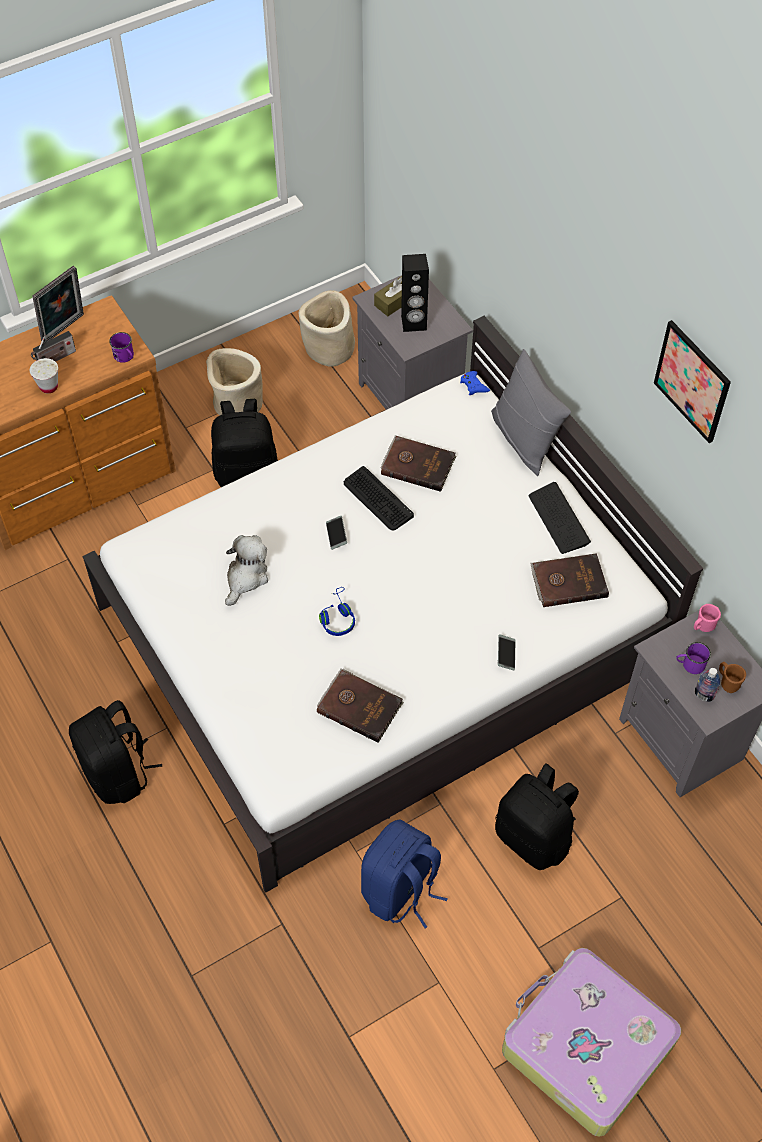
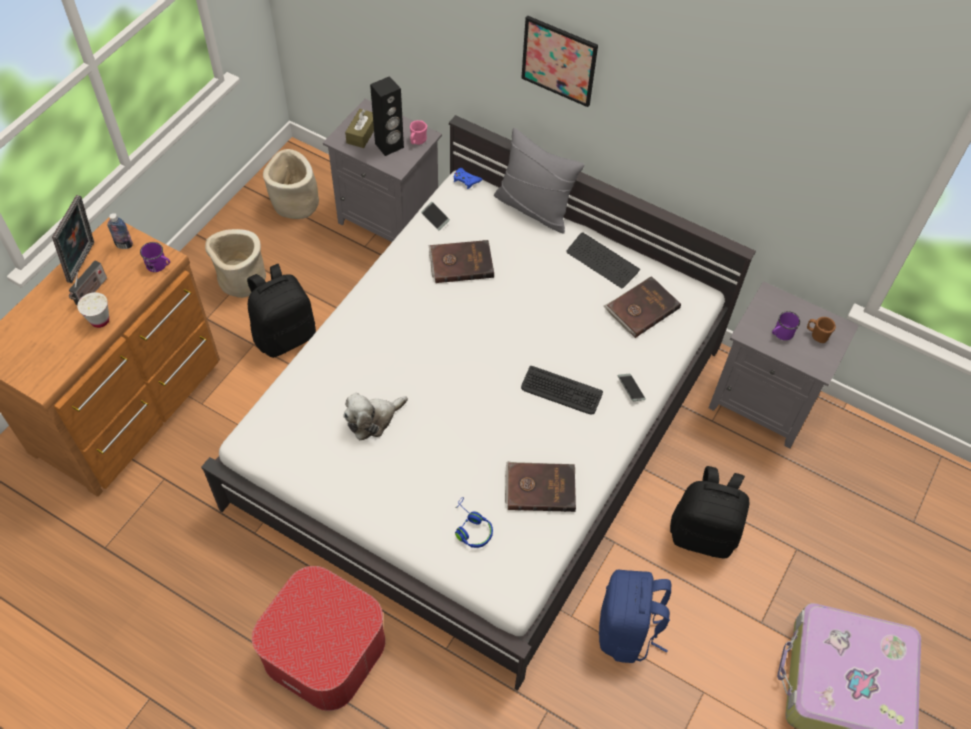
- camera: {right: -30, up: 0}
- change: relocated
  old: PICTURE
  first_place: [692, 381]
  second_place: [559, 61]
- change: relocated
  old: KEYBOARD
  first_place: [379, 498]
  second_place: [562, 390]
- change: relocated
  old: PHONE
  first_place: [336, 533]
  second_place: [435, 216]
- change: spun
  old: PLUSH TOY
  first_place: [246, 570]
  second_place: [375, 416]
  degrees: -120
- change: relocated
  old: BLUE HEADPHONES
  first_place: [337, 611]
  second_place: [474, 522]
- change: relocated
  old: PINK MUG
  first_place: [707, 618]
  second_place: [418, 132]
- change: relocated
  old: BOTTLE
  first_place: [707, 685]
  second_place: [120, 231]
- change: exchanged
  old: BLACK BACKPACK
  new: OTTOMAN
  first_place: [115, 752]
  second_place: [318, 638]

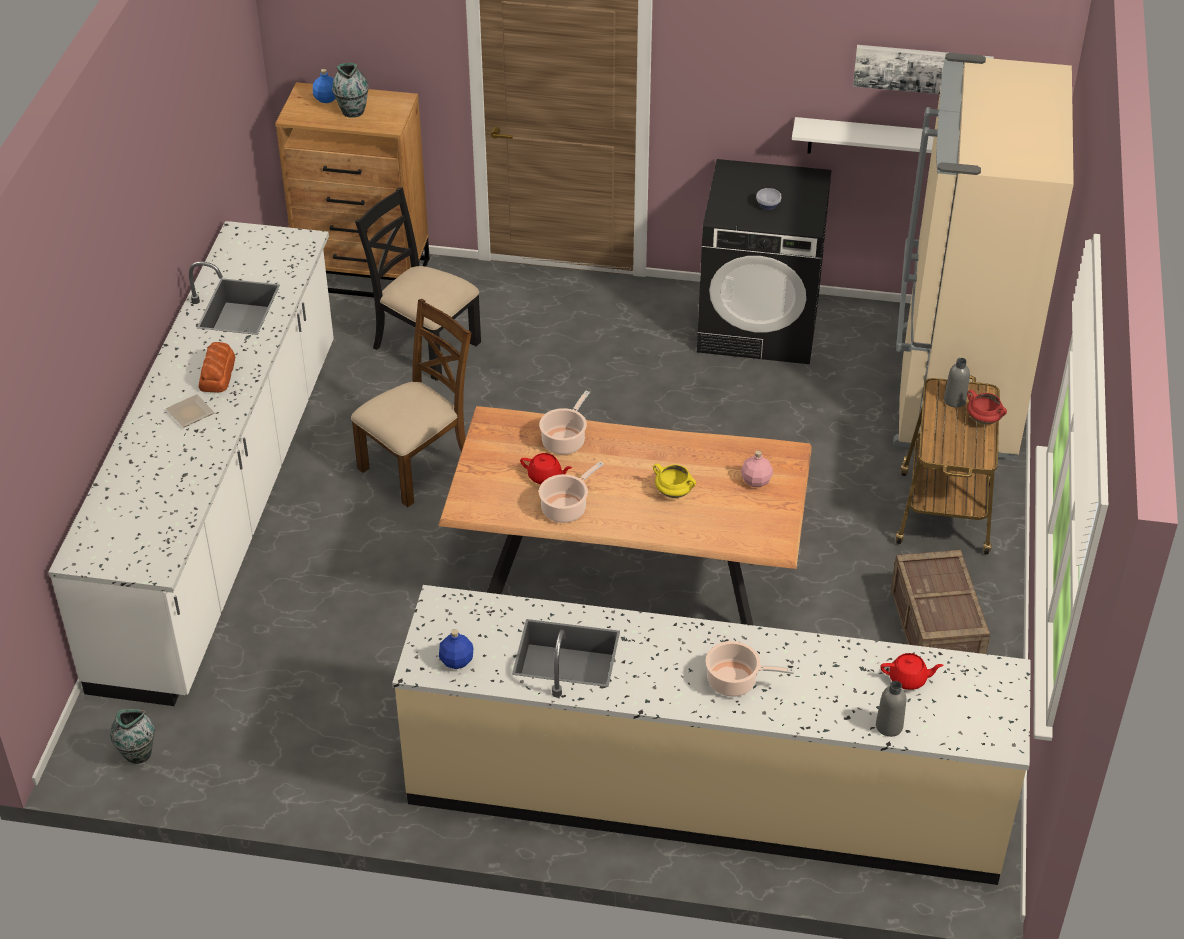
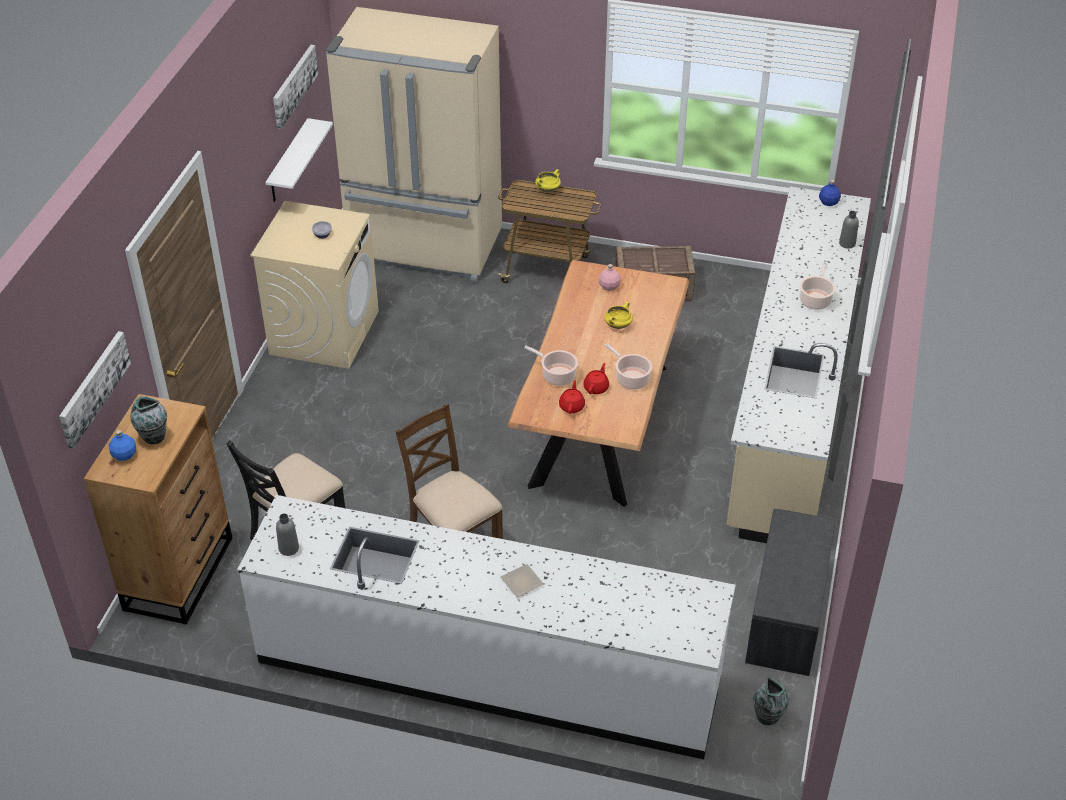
- camera: {right: -85, up: 0}
- change: colour
  old: BLACK WASHING MACHINE
  new: BEIGE WASHING MACHINE
  first_place: [764, 261]
  second_place: [314, 285]
- change: missing
  old: BREAD
  first_place: [217, 367]
- change: relocated
  old: GREY BOTTLE
  first_place: [957, 383]
  second_place: [287, 535]
- change: colour
  old: RED COOKING POT
  new: YELLOW COOKING POT
  first_place: [987, 407]
  second_place: [548, 180]
- change: relocated
  old: BLUE BOTTLE
  first_place: [456, 649]
  second_place: [830, 193]
- change: relocated
  old: RED TEAPOT
  first_place: [912, 671]
  second_place: [572, 397]
- change: appeared
  new: PICTURE
  second_place: [95, 390]
- change: appeared
  new: GREY BENCH
  second_place: [790, 592]

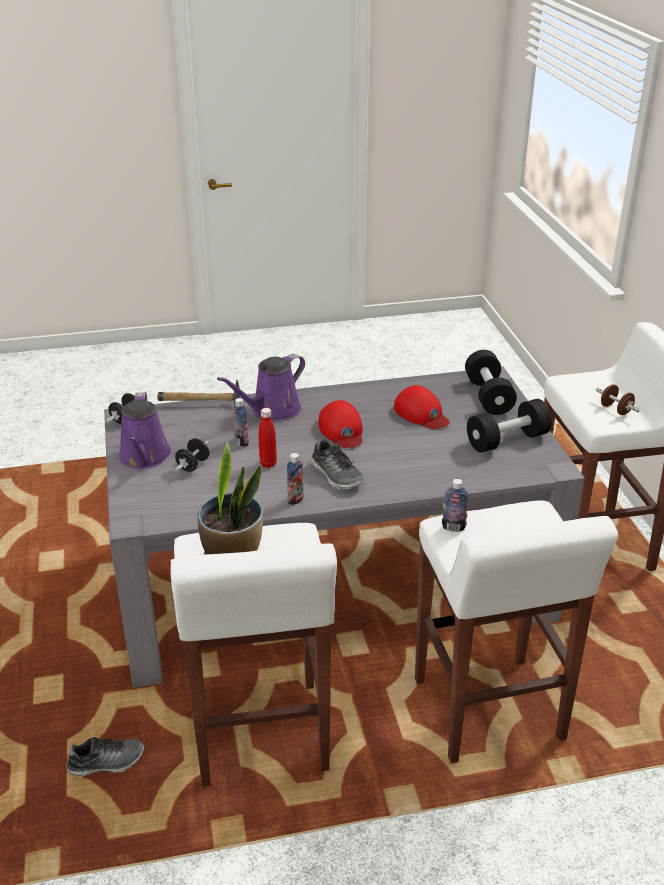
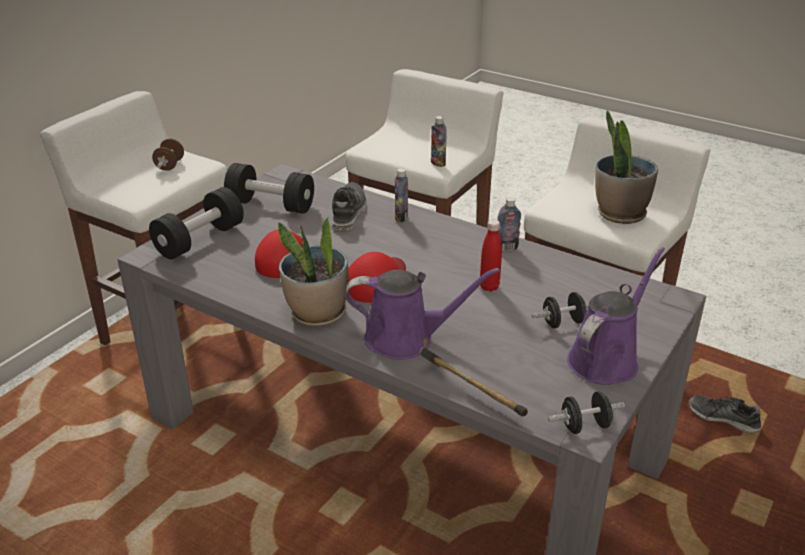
- camera: {right: -135, up: 0}
- change: relocated
  old: BOTTLE
  first_place: [241, 422]
  second_place: [401, 195]
- change: relocated
  old: SHOE
  first_place: [337, 464]
  second_place: [349, 206]
- change: appeared
  new: POTTED PLANT
  second_place: [313, 272]

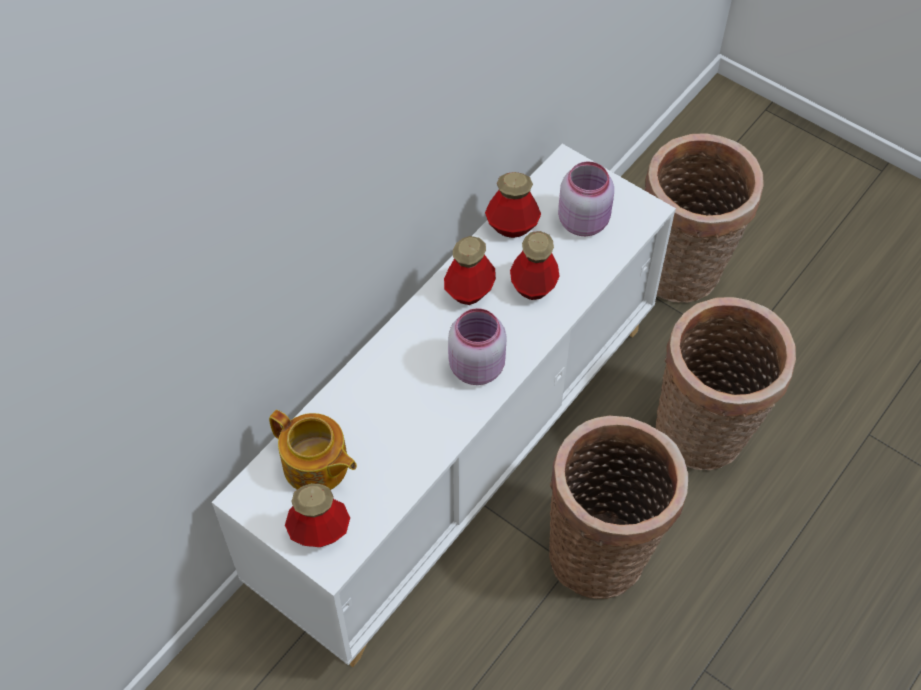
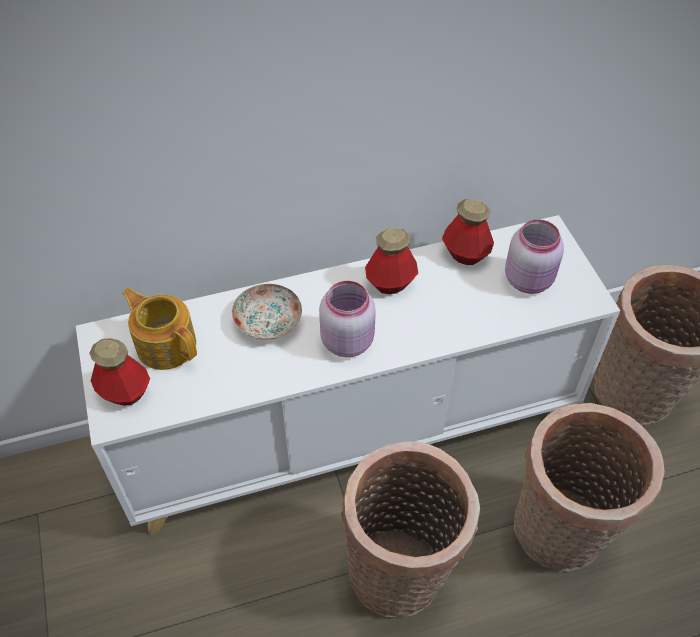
- camera: {right: 35, up: -5}
- change: missing
  old: BOTTLE
  first_place: [535, 265]
- change: spun
  old: TEAPOT
  first_place: [313, 450]
  second_place: [159, 329]
  degrees: 150
- change: appeared
  new: PLATE
  second_place: [267, 312]

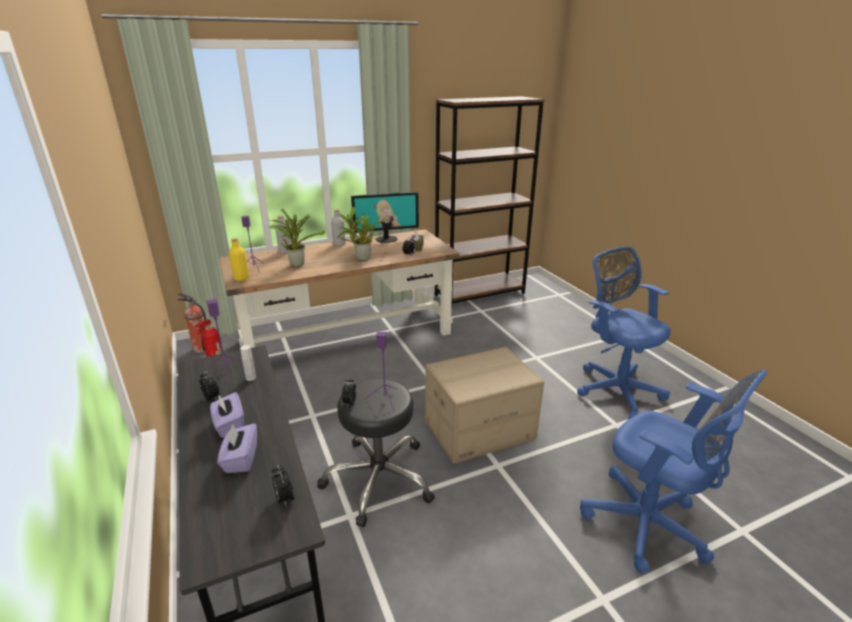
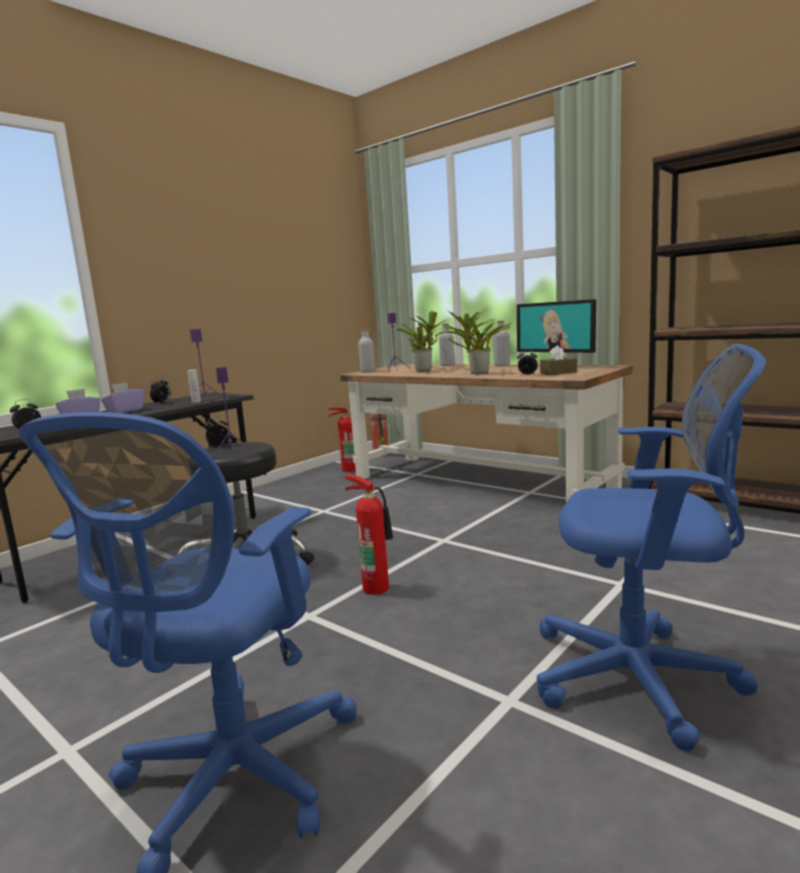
- camera: {right: 65, up: -15}
- change: colour
  old: YELLOW BOTTLE
  new: GREY BOTTLE
  first_place: [239, 259]
  second_place: [366, 351]
- change: spun
  old: BLUE OFFICE CHAIR
  first_place: [624, 332]
  second_place: [651, 548]
  degrees: 75
- change: exchanged
  old: CARDBOARD BOX
  new: FIRE EXTINGUISHER
  first_place: [484, 405]
  second_place: [369, 534]

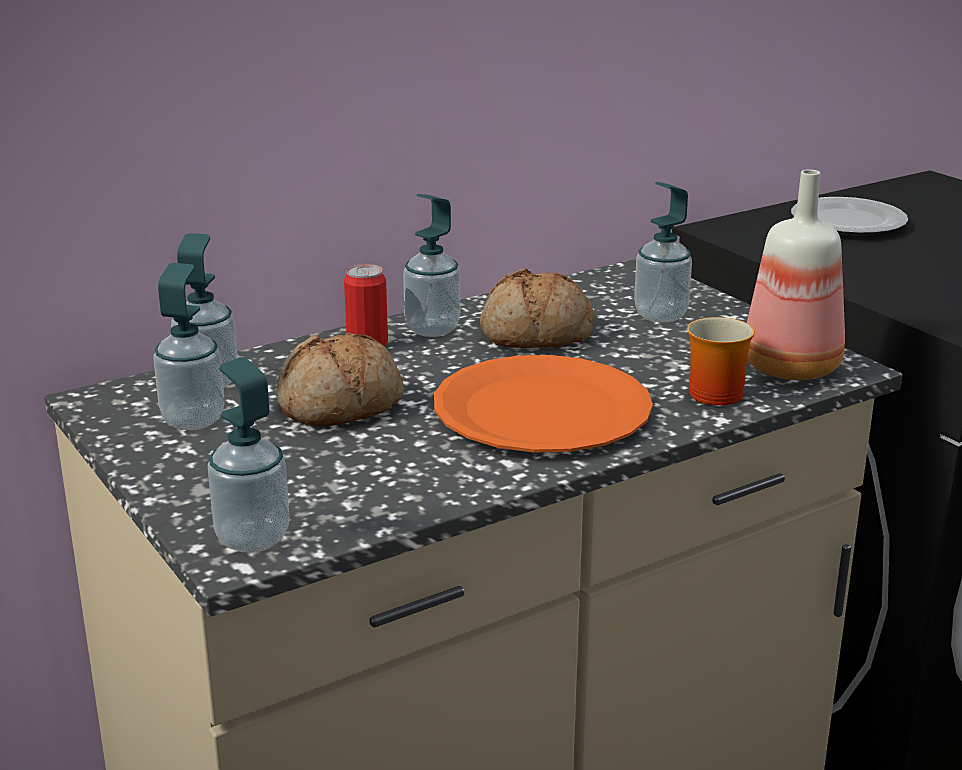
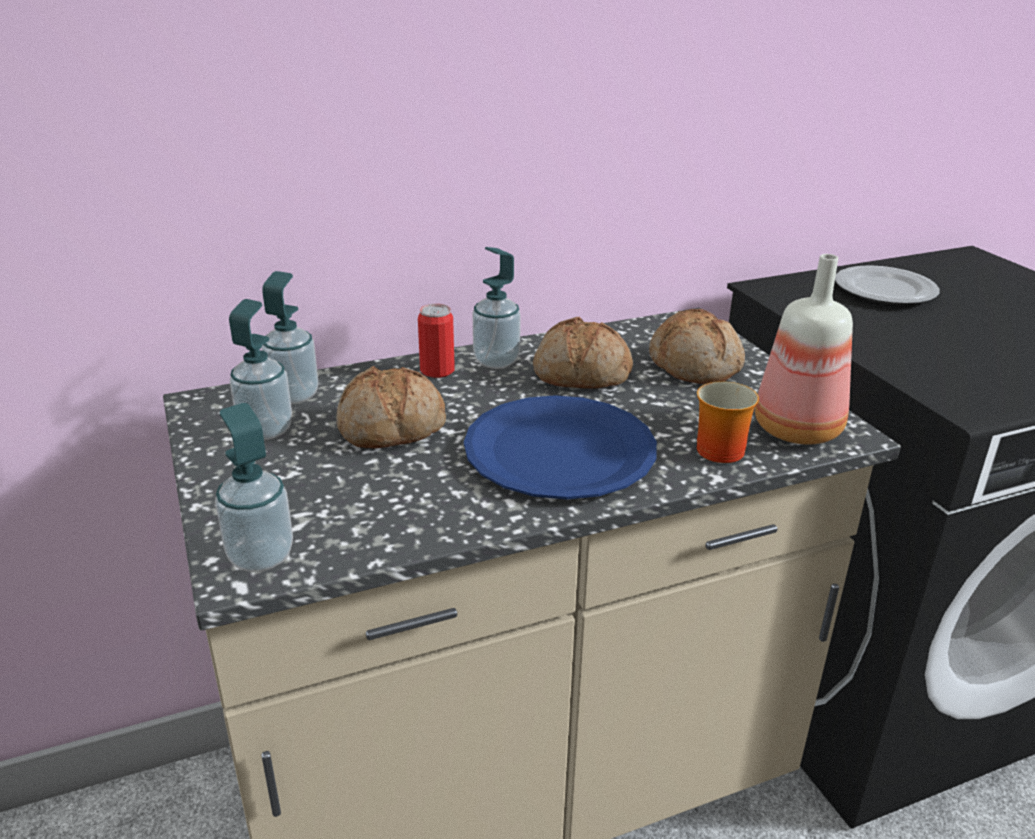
- camera: {right: 10, up: 5}
- change: exchanged
  old: SOAP DISPENSER
  new: BREAD
  first_place: [663, 252]
  second_place: [697, 346]
- change: colour
  old: ORANGE PLATE
  new: BLUE PLATE
  first_place: [543, 404]
  second_place: [560, 447]

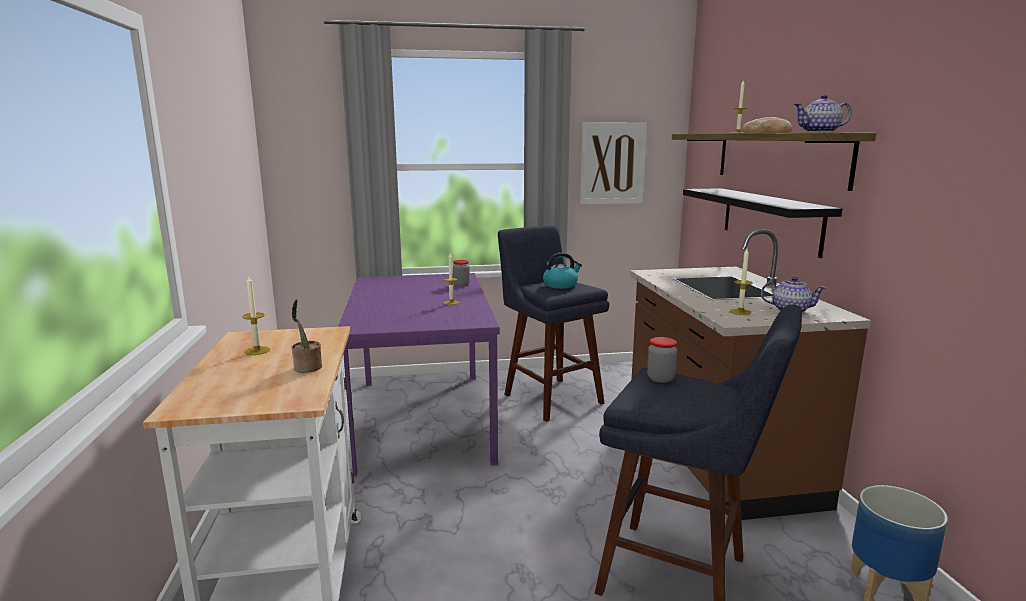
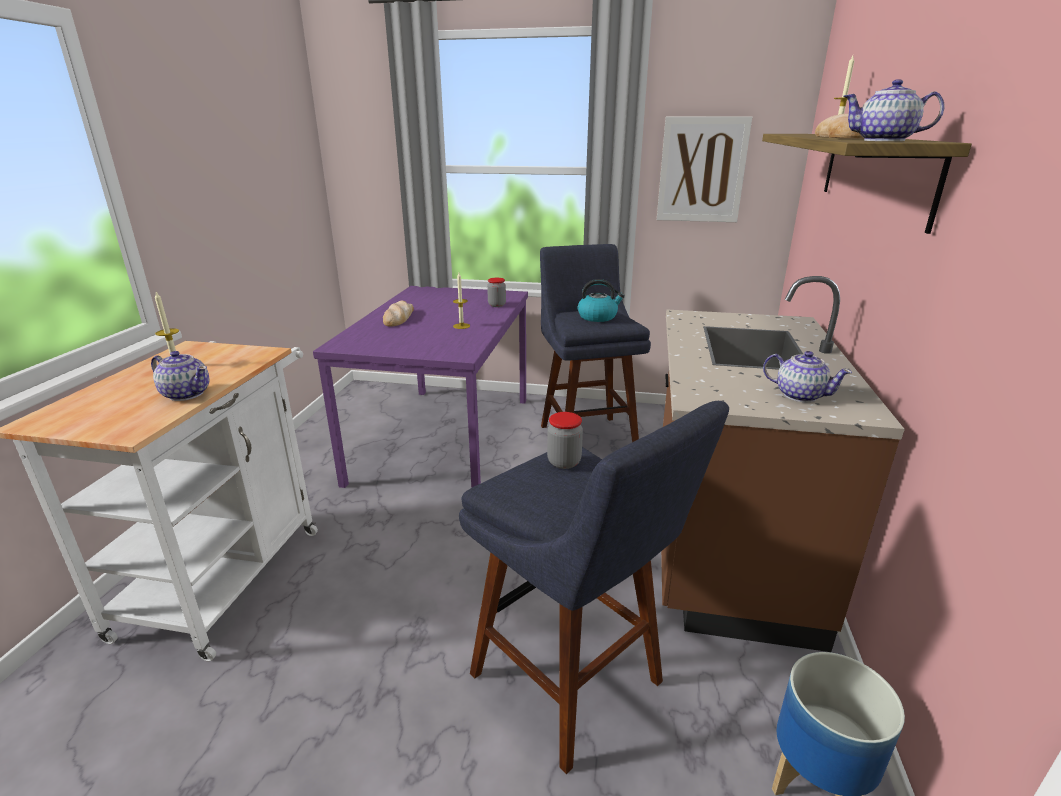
- camera: {right: 20, up: 10}
- change: missing
  old: BLACK SHELF
  first_place: [762, 223]
- change: missing
  old: CANDLE
  first_place: [741, 282]
- change: exchanged
  old: POTTED PLANT
  new: TEAPOT
  first_place: [306, 336]
  second_place: [180, 376]
- change: appeared
  new: BREAD
  second_place: [398, 313]

